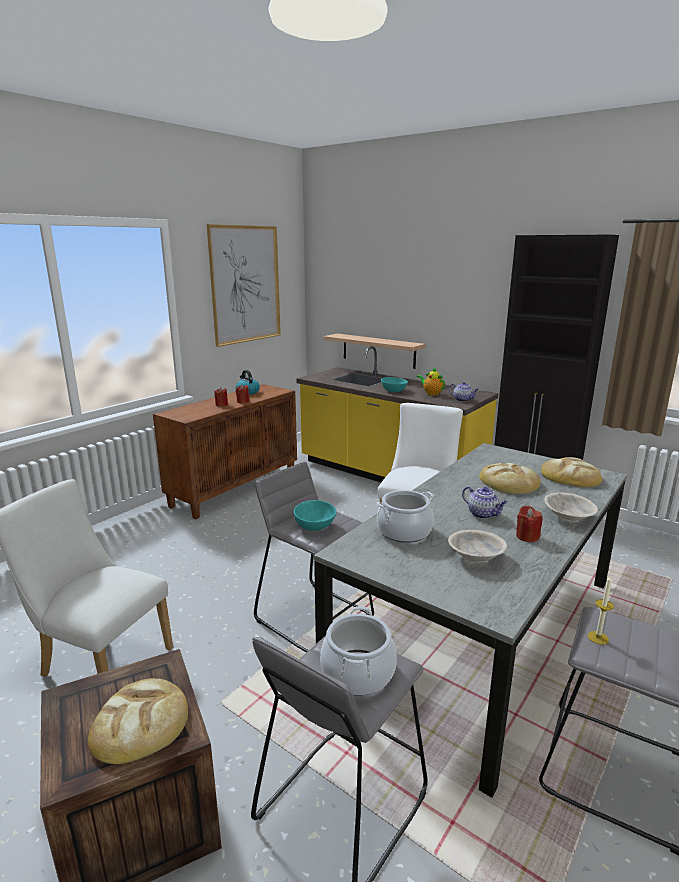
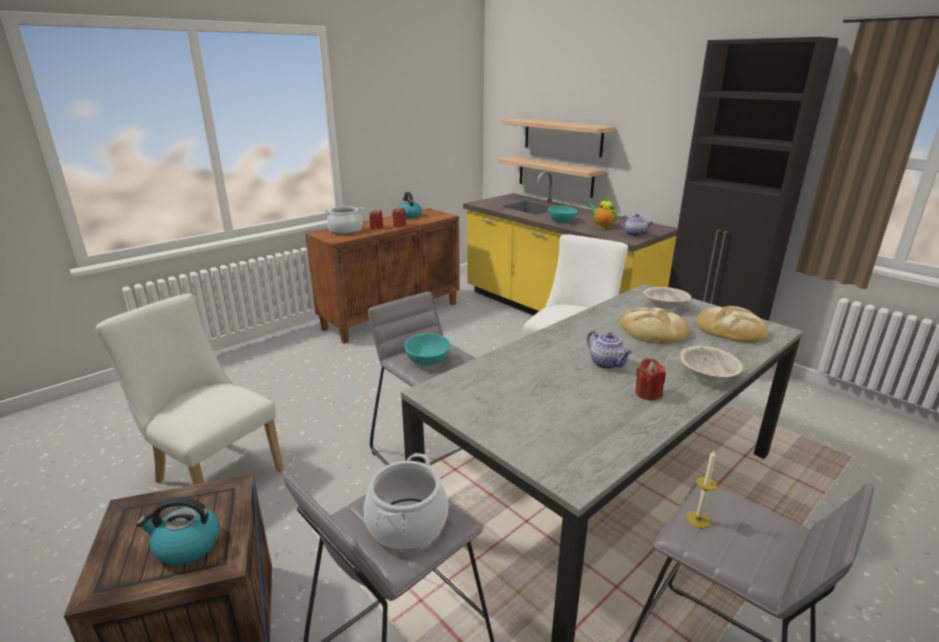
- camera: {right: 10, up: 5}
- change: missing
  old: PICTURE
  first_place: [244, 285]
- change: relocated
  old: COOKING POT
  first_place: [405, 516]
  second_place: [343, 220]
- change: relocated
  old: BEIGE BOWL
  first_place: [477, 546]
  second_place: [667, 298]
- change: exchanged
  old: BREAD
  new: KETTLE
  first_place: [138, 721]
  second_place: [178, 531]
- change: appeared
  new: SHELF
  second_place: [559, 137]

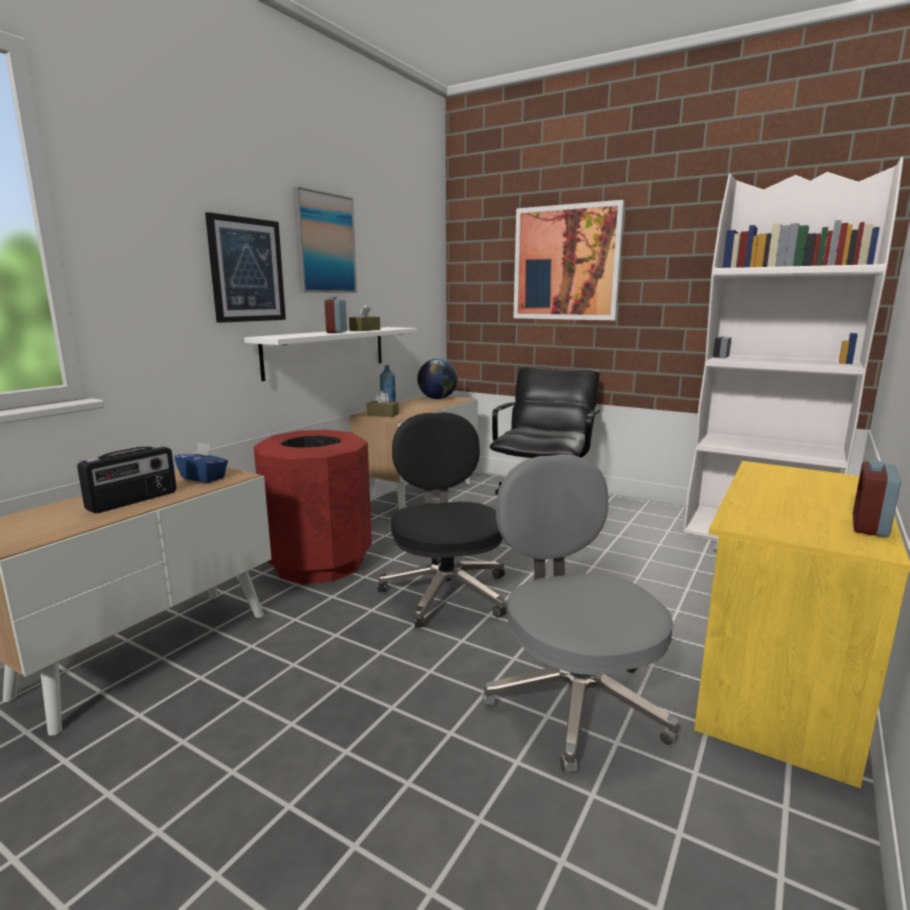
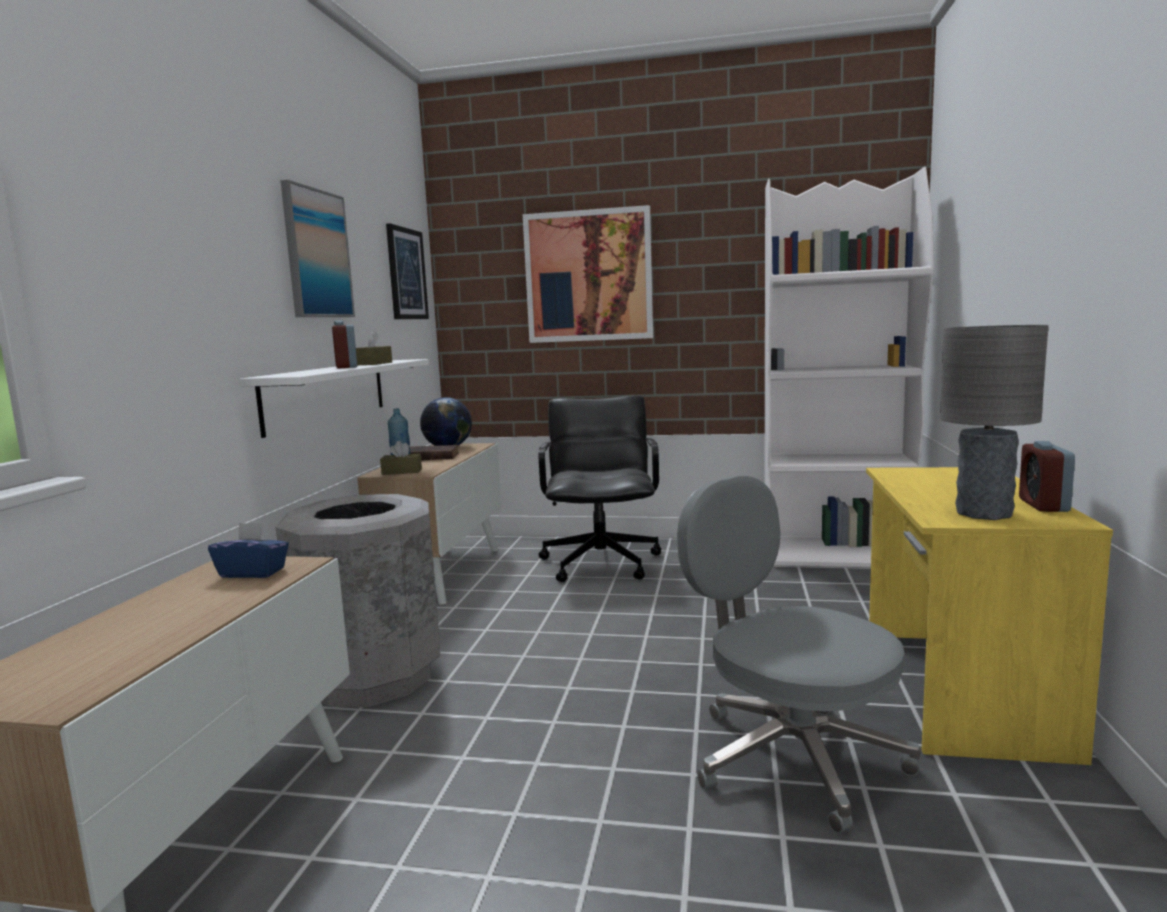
- camera: {right: -20, up: -5}
- change: relocated
  old: PICTURE
  first_place: [245, 267]
  second_place: [407, 271]
- change: missing
  old: BLACK OFFICE CHAIR
  first_place: [442, 520]
- change: colour
  old: RED TRASH CAN
  new: GREY TRASH CAN
  first_place: [313, 507]
  second_place: [358, 600]
- change: missing
  old: RADIO
  first_place: [127, 479]
- change: appeared
  new: GREY TABLE LAMP
  second_place: [994, 422]
- change: appeared
  new: BROWN BOOK
  second_place: [434, 452]

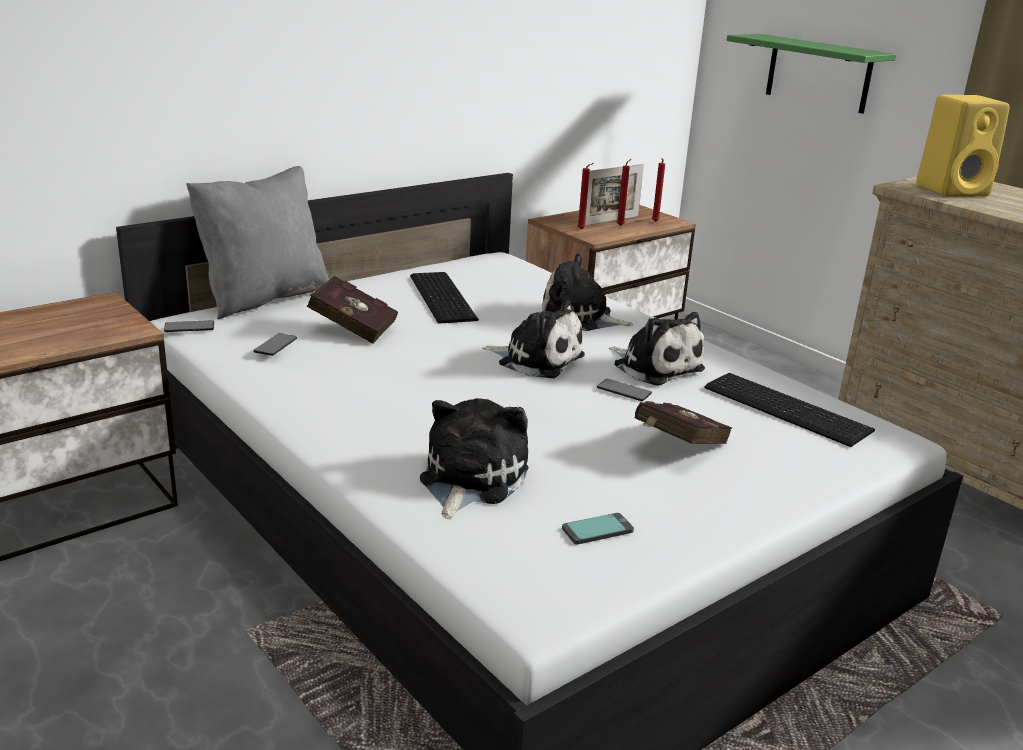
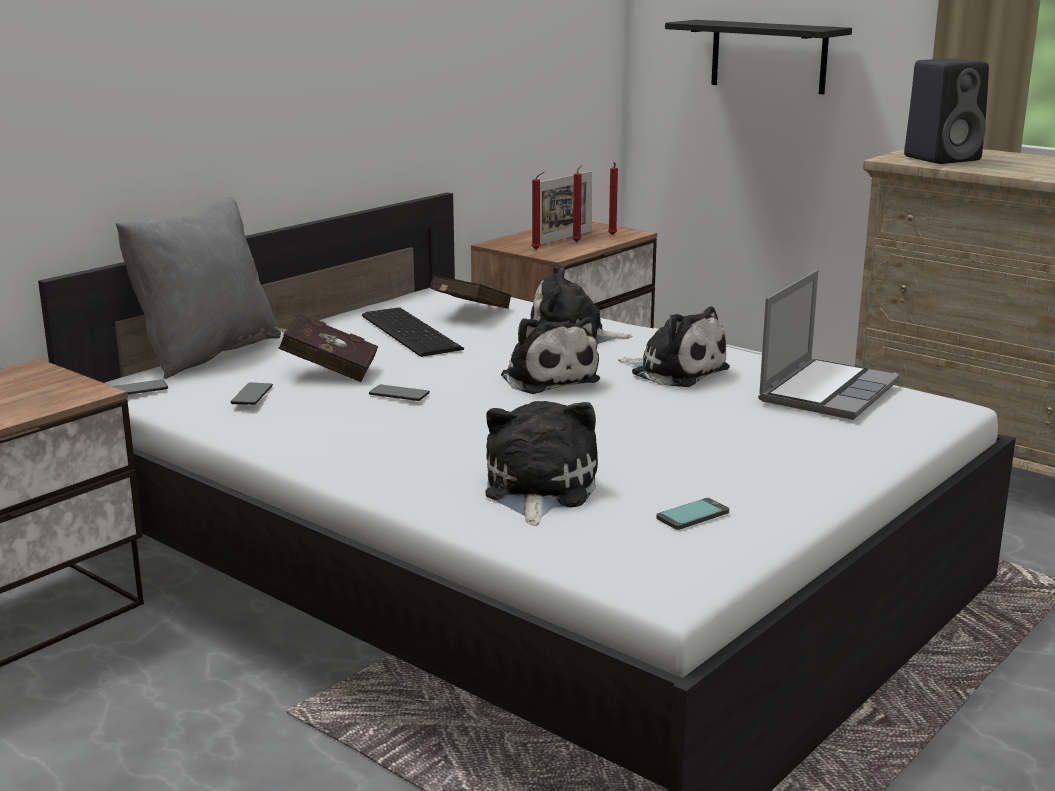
- camera: {right: -10, up: -5}
- change: colour
  old: GREEN SHELF
  new: BLACK SHELF
  first_place: [811, 74]
  second_place: [758, 57]
- change: colour
  old: YELLOW SPEAKER
  new: BLACK SPEAKER
  first_place: [963, 146]
  second_place: [946, 111]
- change: spun
  old: PLUSH TOY
  first_place: [533, 339]
  second_place: [550, 355]
  degrees: 45
- change: exchanged
  old: KEYBOARD
  new: LAPTOP
  first_place: [789, 410]
  second_place: [829, 345]
- change: relocated
  old: PHONE
  first_place: [624, 390]
  second_place: [399, 392]
- change: relocated
  old: RED BOOK
  first_place: [683, 422]
  second_place: [471, 292]

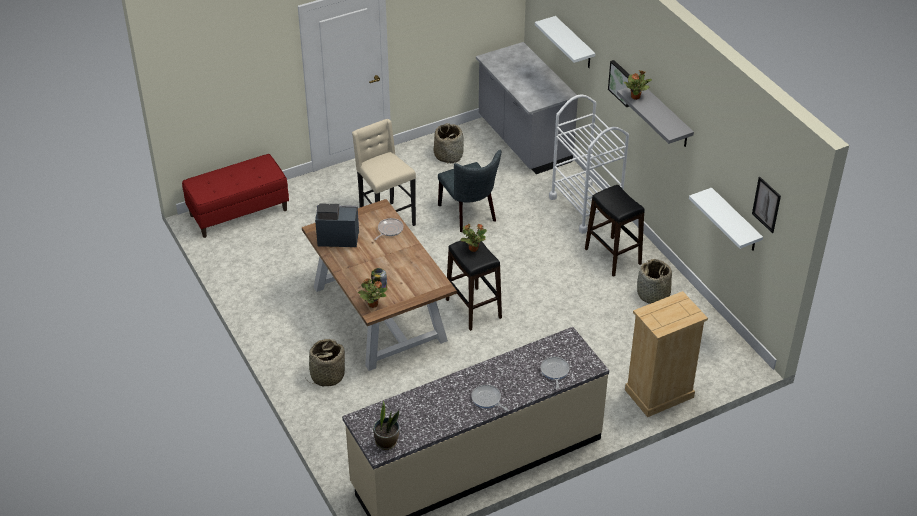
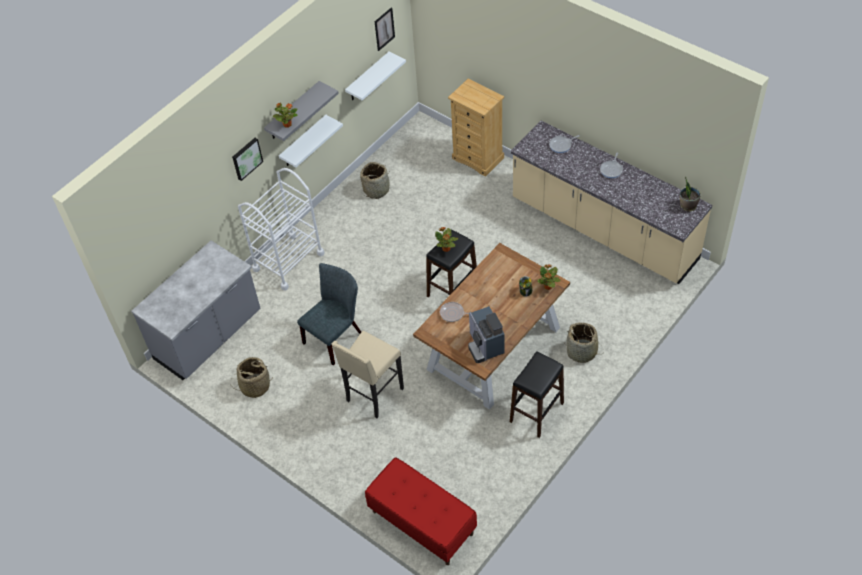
- camera: {right: -110, up: 10}
- change: relocated
  old: WHITE SHELF
  first_place: [565, 42]
  second_place: [311, 141]
- change: relocated
  old: BLACK STOOL
  first_place: [615, 231]
  second_place: [537, 394]

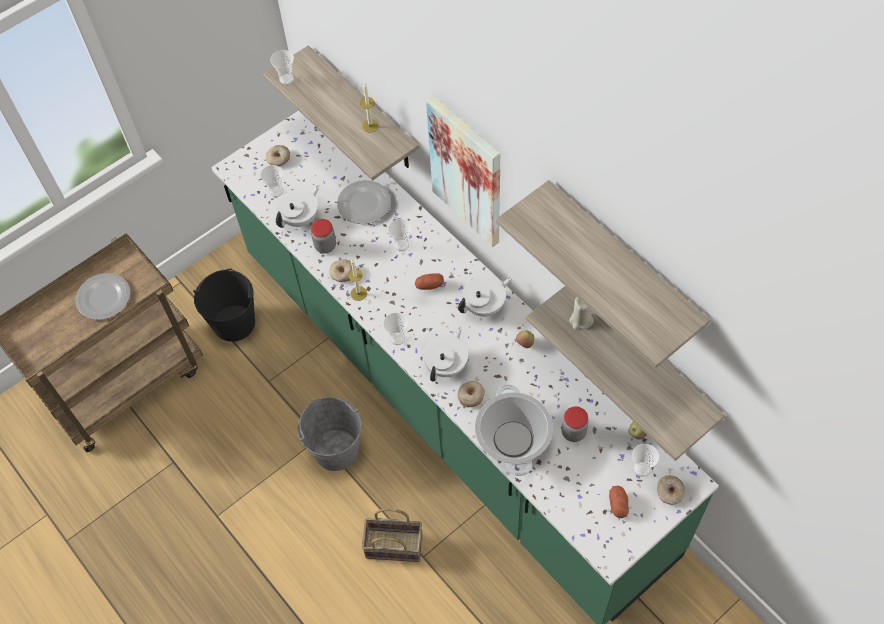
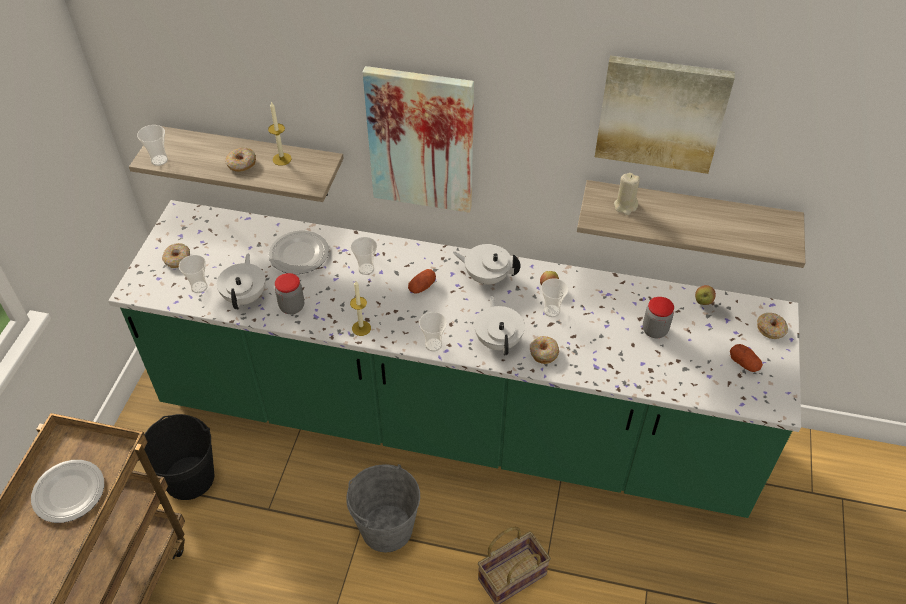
- camera: {right: -40, up: -10}
- change: exchanged
  old: SHELF
  new: PICTURE
  first_place: [603, 274]
  second_place: [665, 114]
- change: relocated
  old: DONUT
  first_place: [340, 271]
  second_place: [240, 159]
- change: spun
  old: WHITE TEAPOT
  first_place: [485, 296]
  second_place: [487, 264]
  degrees: -90
- change: missing
  old: COOKING POT
  first_place: [514, 430]
- change: relocated
  old: CUP
  first_place: [645, 460]
  second_place: [554, 297]

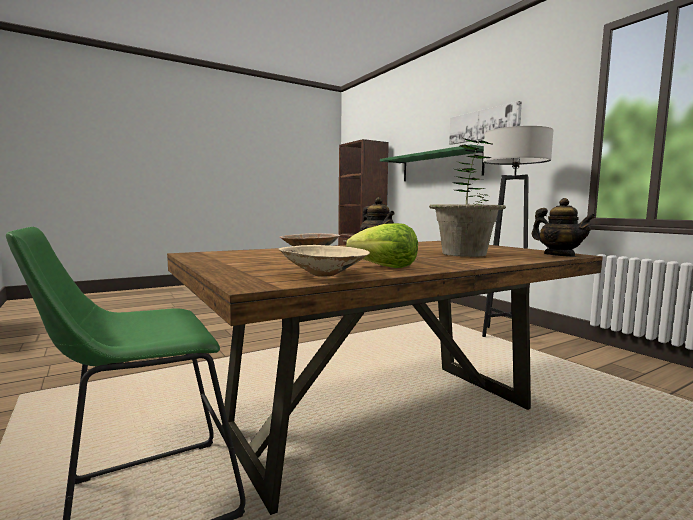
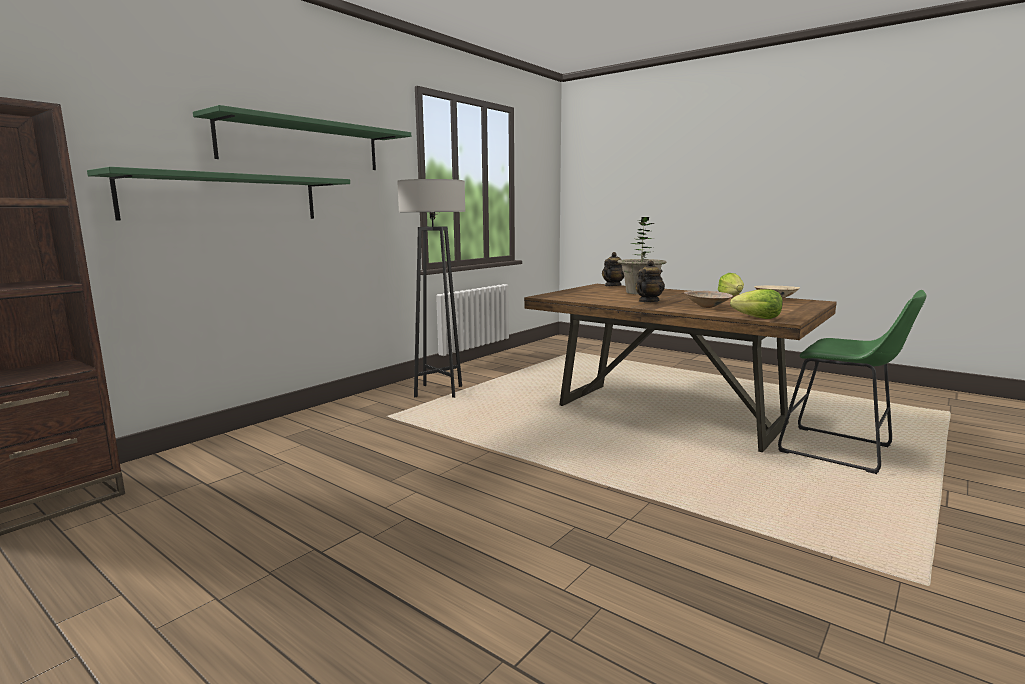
- camera: {right: -110, up: 5}
- change: exchanged
  old: PICTURE
  new: GREEN SHELF
  first_place: [485, 123]
  second_place: [302, 137]
- change: appeared
  new: LETTUCE
  second_place: [756, 304]

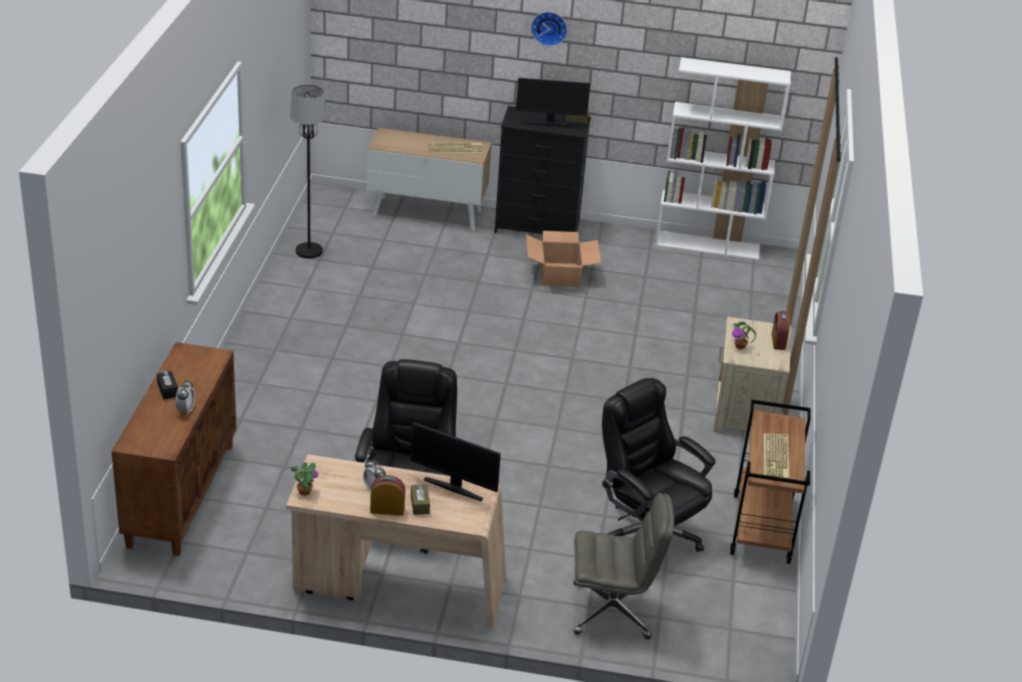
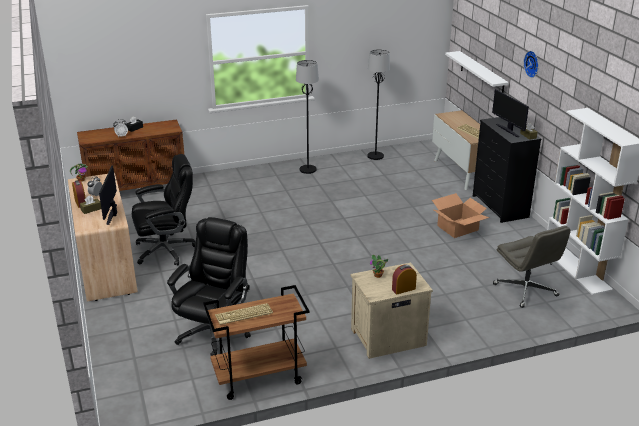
- camera: {right: 65, up: -5}
- change: relocated
  old: GREY OFFICE CHAIR
  first_place: [623, 566]
  second_place: [532, 266]
- change: appeared
  new: WHITE SHELF
  second_place: [477, 72]
- change: appeared
  new: BLACK FLOOR LAMP
  second_place: [307, 117]

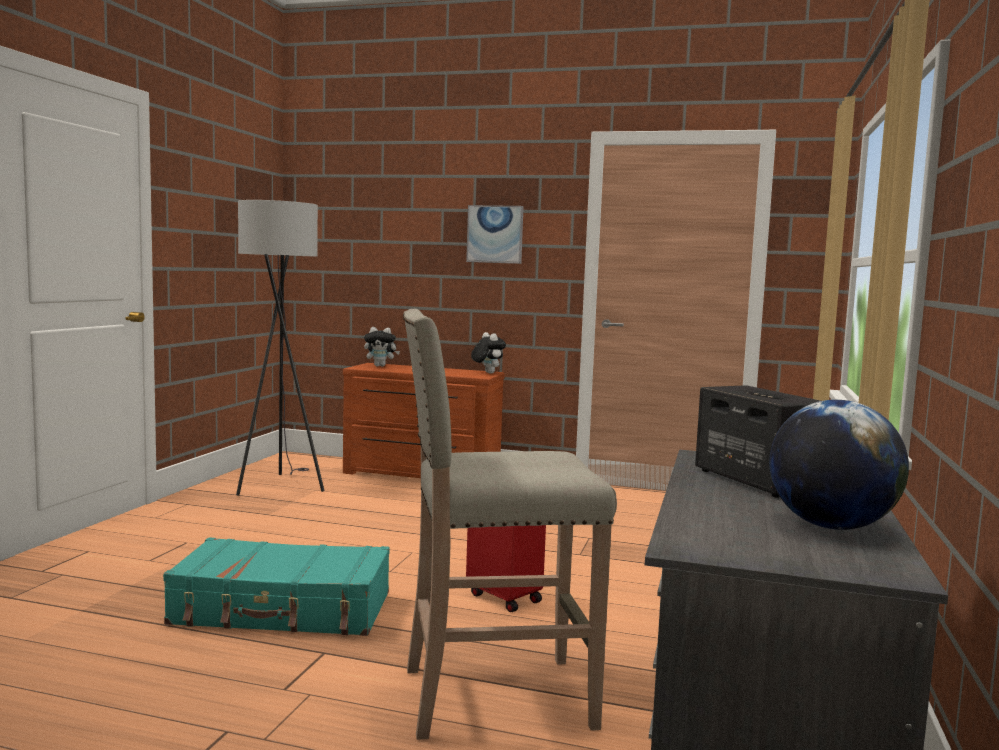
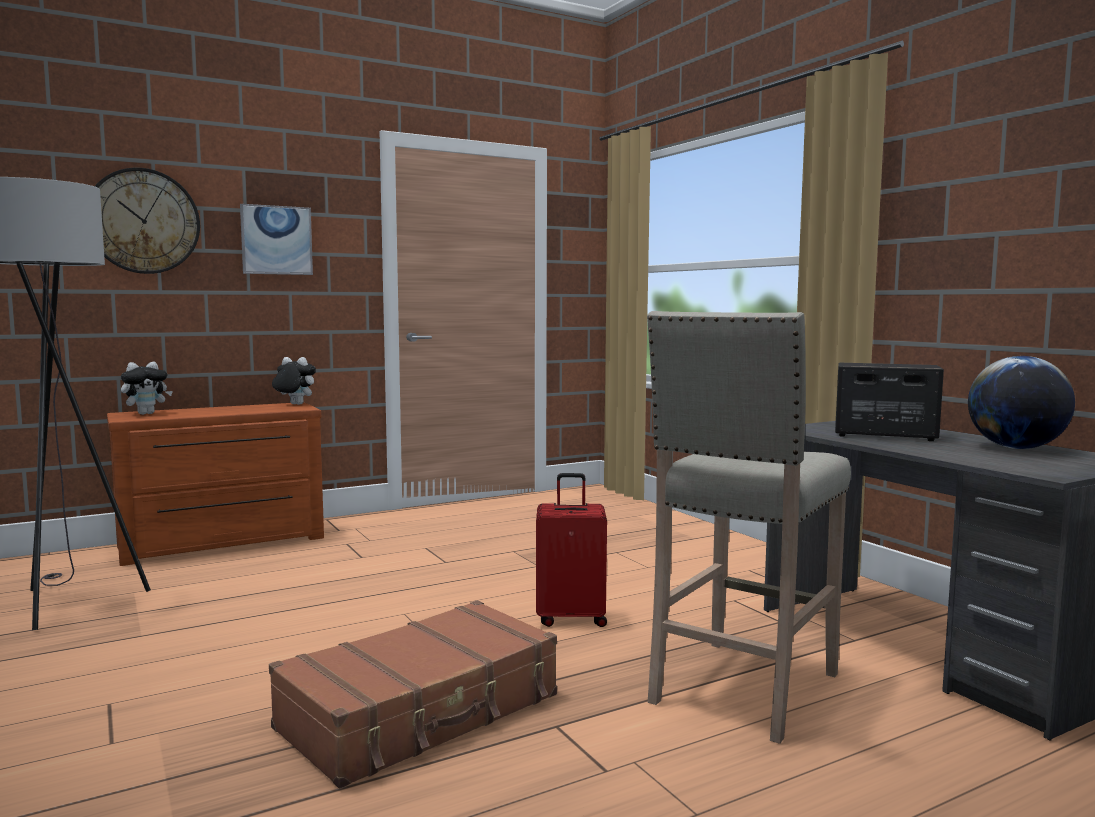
- camera: {right: -45, up: 0}
- change: colour
  old: TURQUOISE SUITCASE
  new: BROWN SUITCASE
  first_place: [276, 587]
  second_place: [413, 694]
- change: appeared
  new: WALL CLOCK
  second_place: [147, 221]

